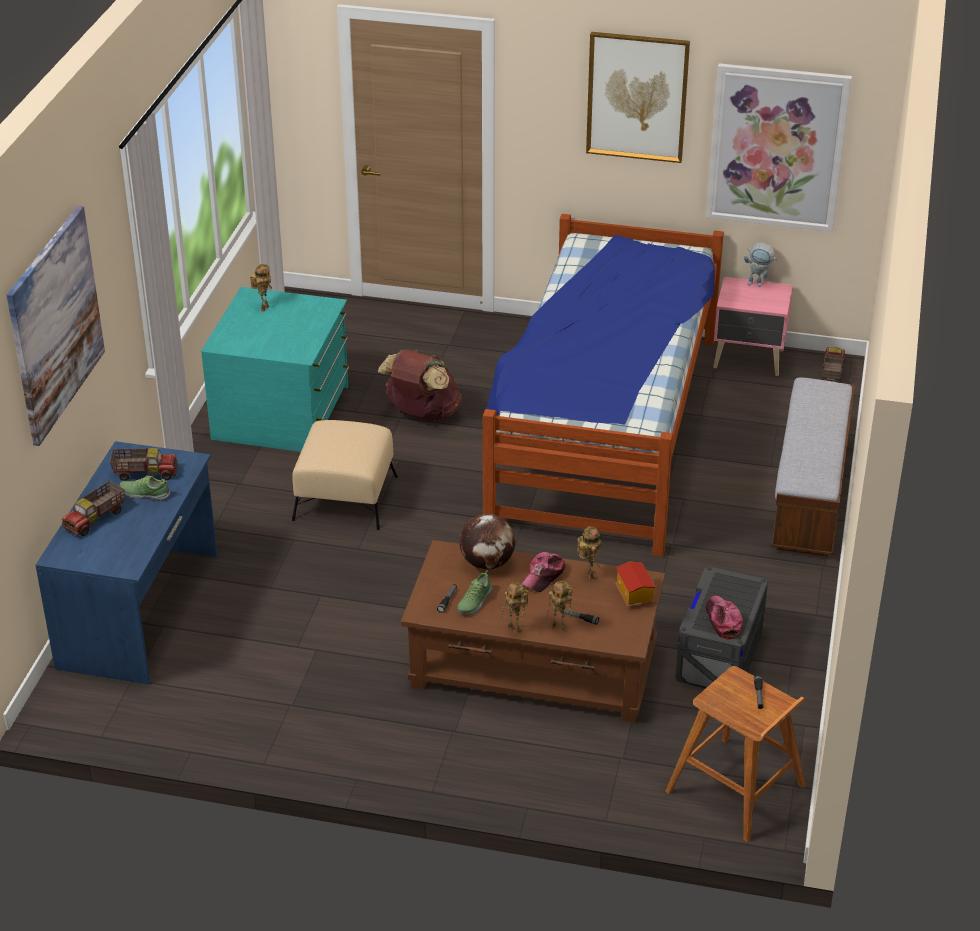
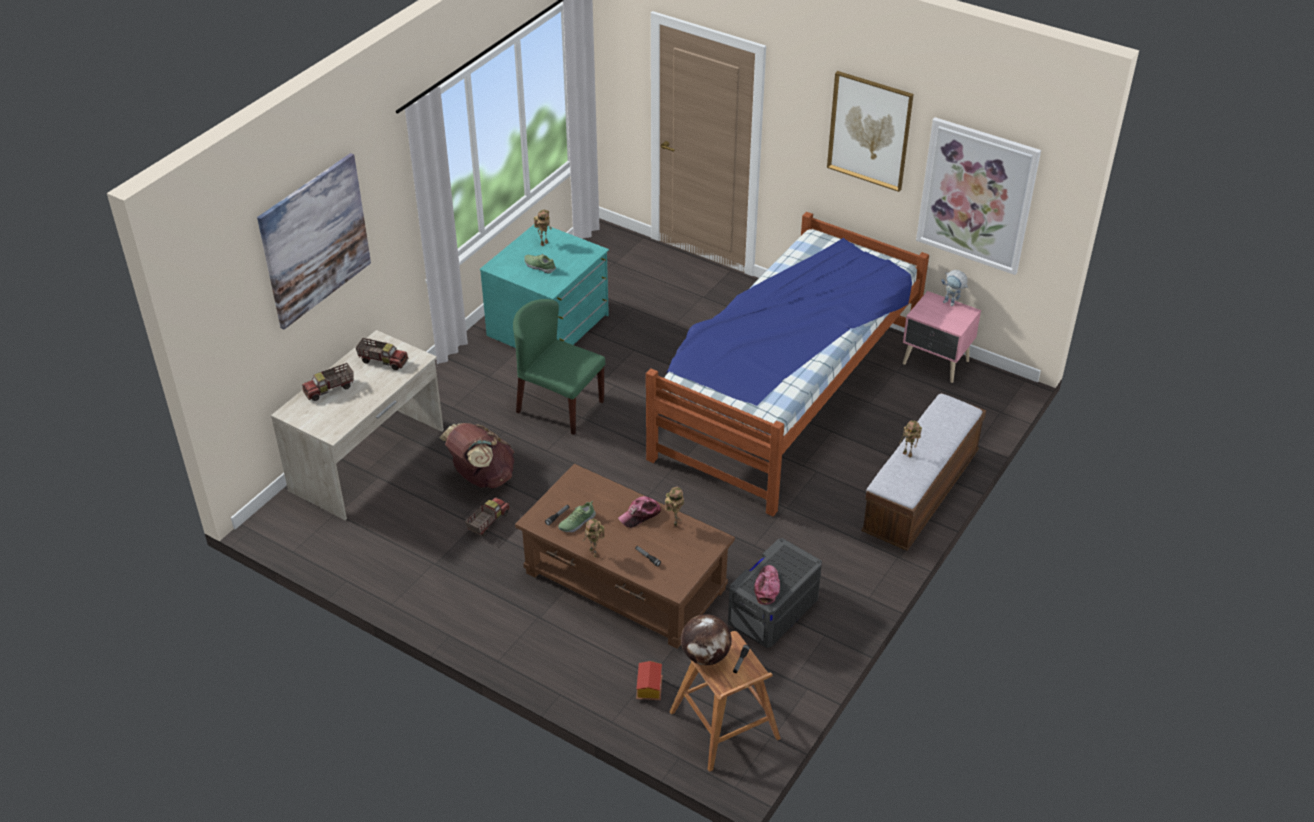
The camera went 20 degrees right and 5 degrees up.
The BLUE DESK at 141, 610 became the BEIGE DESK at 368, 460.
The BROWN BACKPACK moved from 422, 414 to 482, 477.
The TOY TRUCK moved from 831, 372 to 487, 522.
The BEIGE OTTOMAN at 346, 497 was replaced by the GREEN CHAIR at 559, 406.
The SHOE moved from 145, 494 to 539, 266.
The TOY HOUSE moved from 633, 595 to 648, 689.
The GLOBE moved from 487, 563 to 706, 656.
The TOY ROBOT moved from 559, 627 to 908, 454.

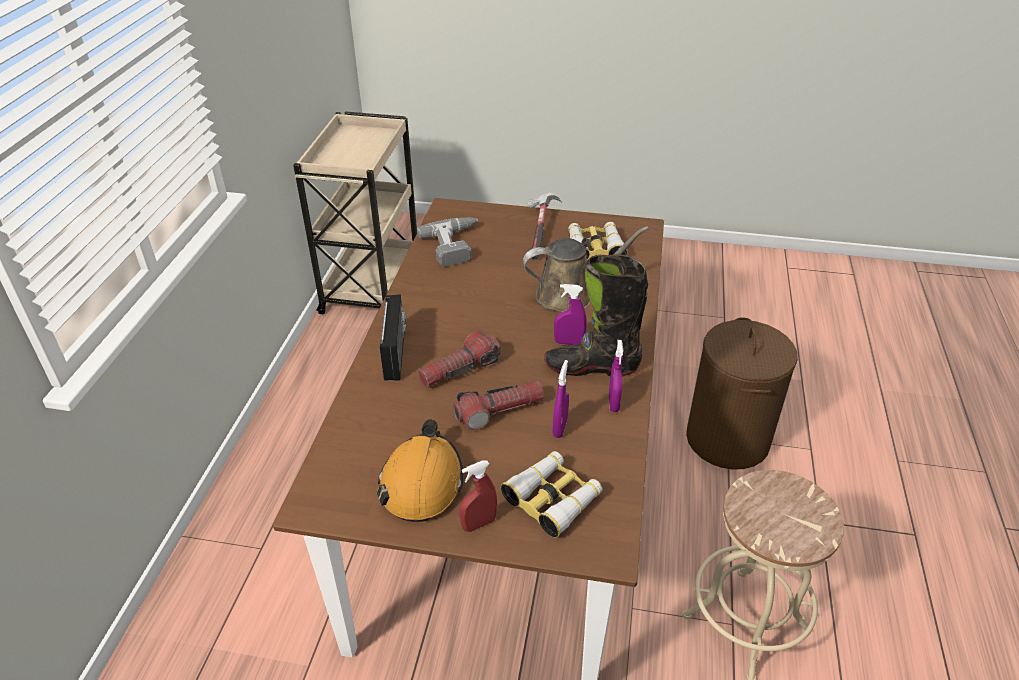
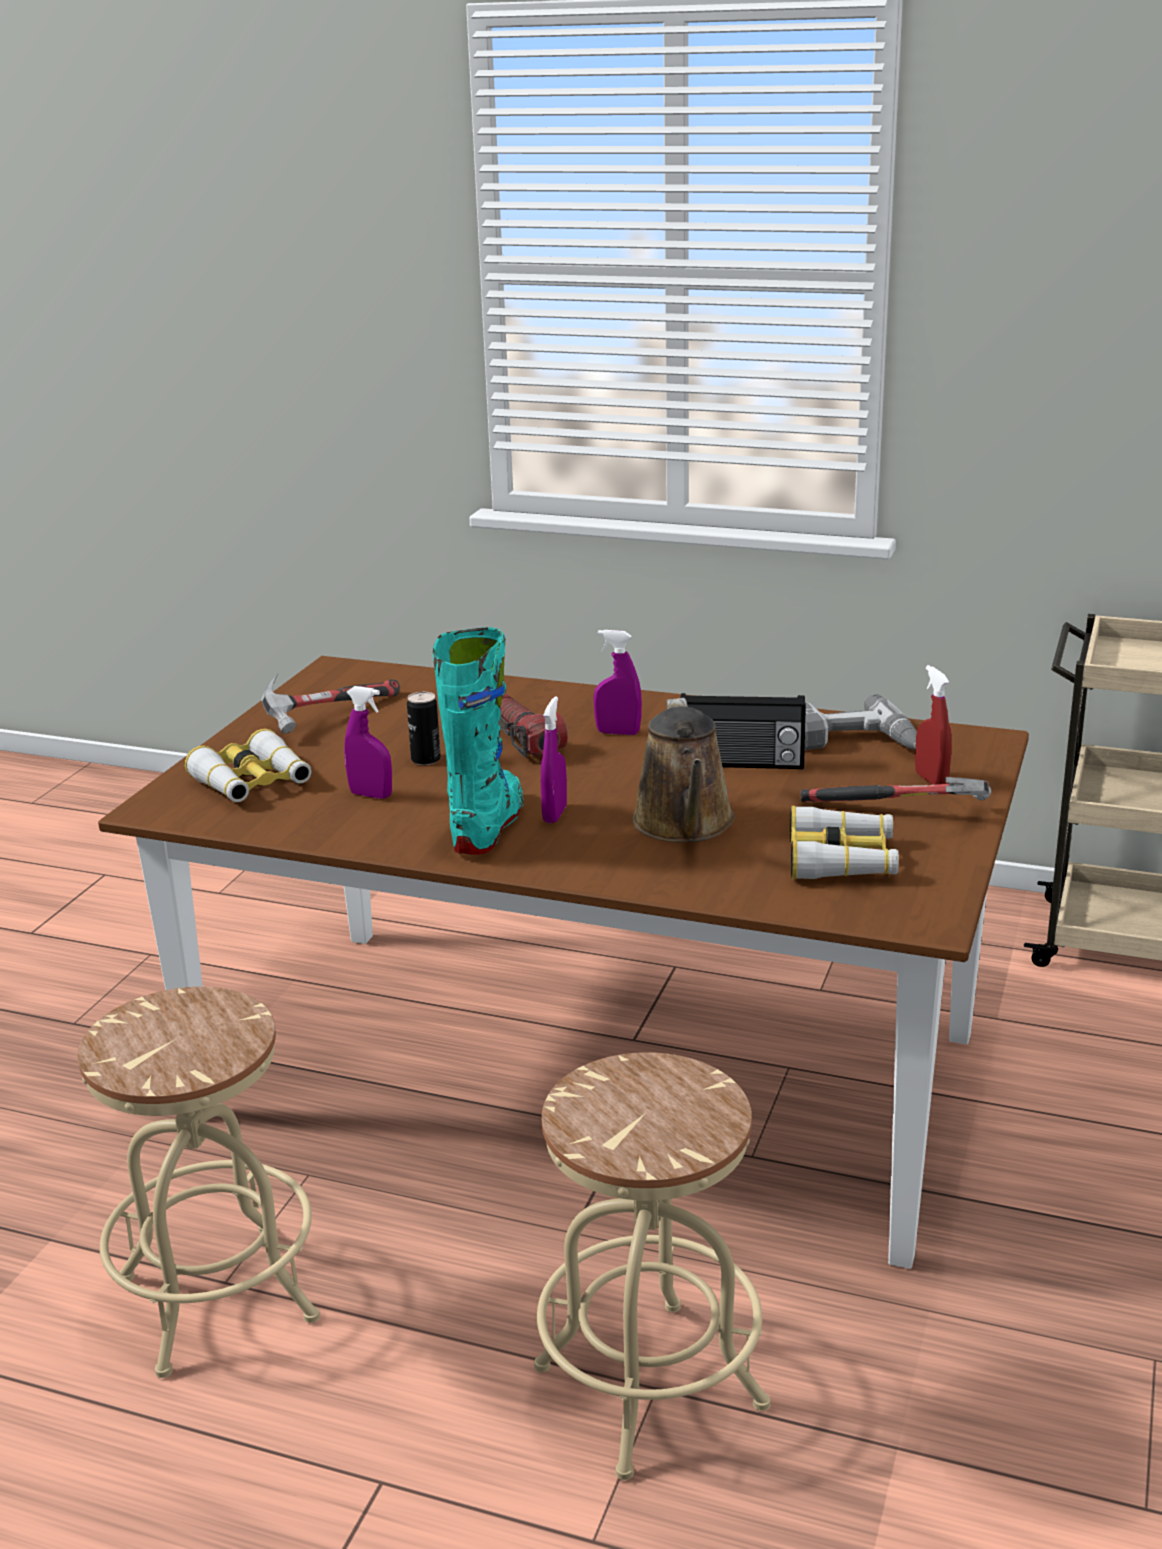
The camera went 100 degrees right and 15 degrees down.
The ORANGE HARD HAT at 421, 482 was replaced by the HAMMER at 329, 716.
The FLASHLIGHT at 499, 411 was replaced by the CAN at 426, 759.
The BLACK BOOT at 591, 367 became the TURQUOISE BOOT at 488, 826.
The BROWN LAUNDRY BASKET at 727, 440 was replaced by the BEIGE STOOL at 650, 1386.
The PURPLE SPRAY BOTTLE moved from 613, 403 to 618, 732.
The RADIO moved from 396, 353 to 741, 763.
The RED SPRAY BOTTLE moved from 478, 524 to 930, 780.

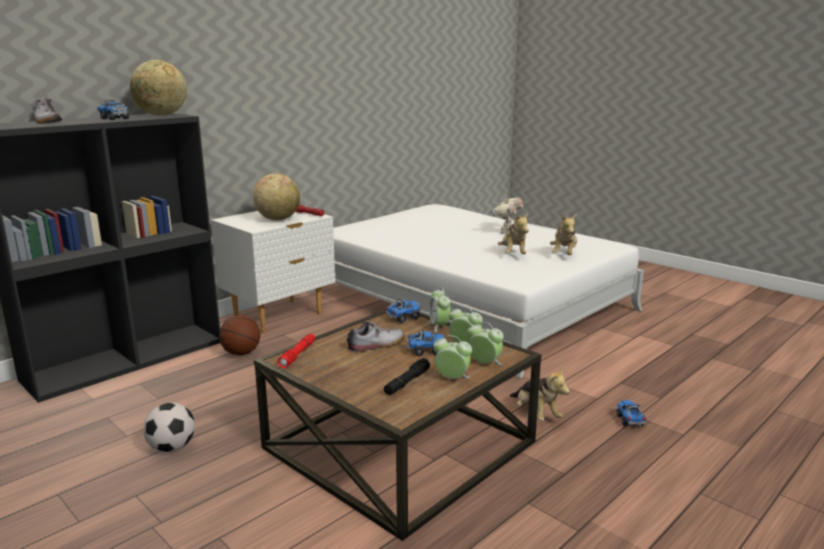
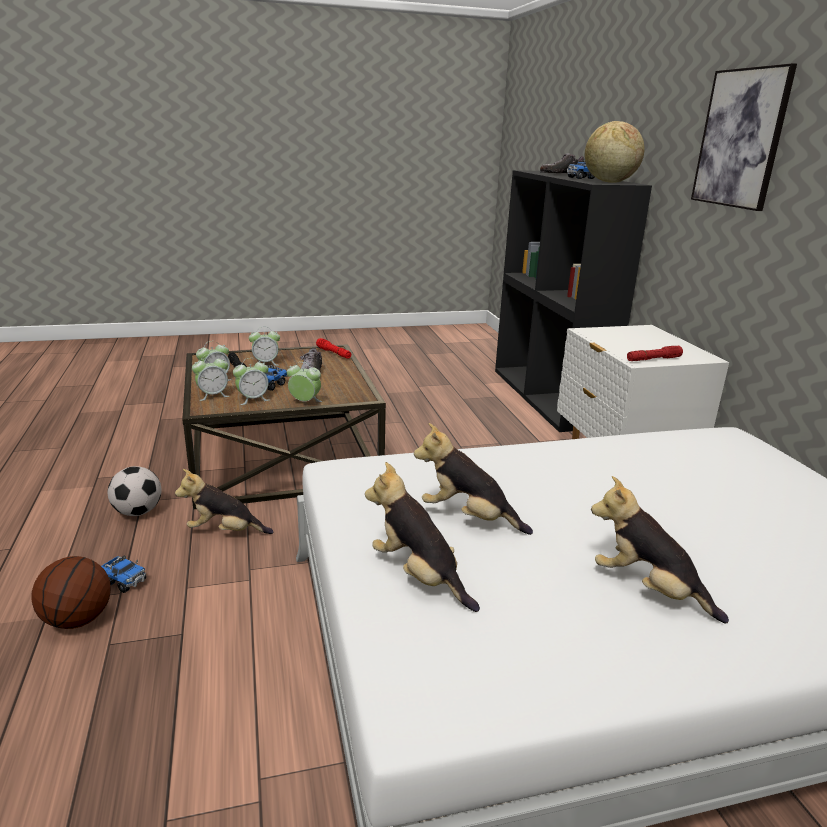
The camera went 120 degrees right and 5 degrees up.
The BASKETBALL moved from 242, 353 to 77, 620.
The FOOTBALL moved from 172, 447 to 138, 512.
The ALARM CLOCK at 266, 363 appeared.
The TOY ROBOT at 506, 232 was replaced by the PLUSH TOY at 648, 589.
The PICTURE at 741, 138 appeared.
The GLOBE at 278, 219 disappeared.
The TOY TRUCK at 403, 318 disappeared.

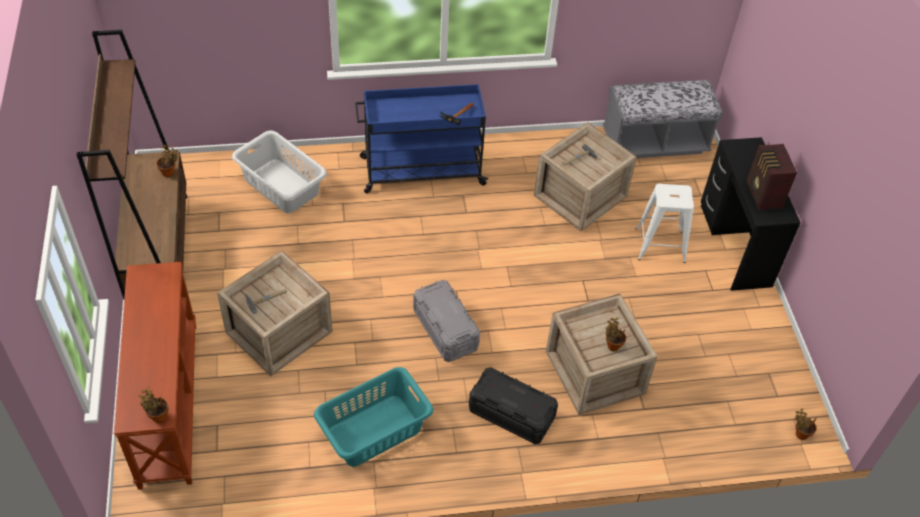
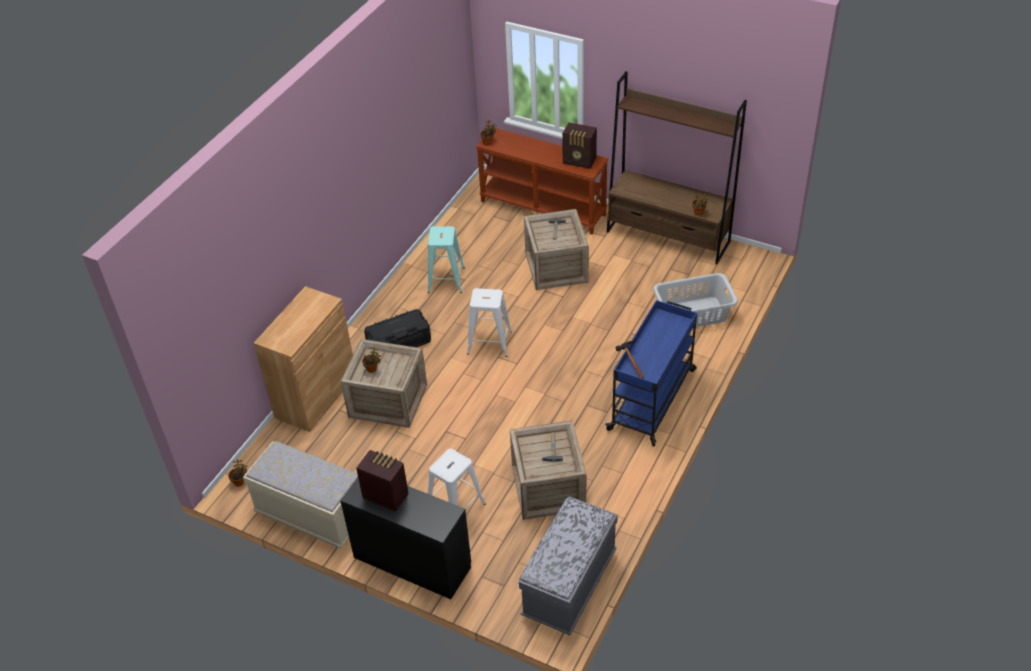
The camera went 130 degrees right and 5 degrees down.
The BEIGE BENCH at 312, 515 appeared.
The BROWN CABINET at 316, 395 appeared.
The TURQUOISE LAUNDRY BASKET at 375, 431 was replaced by the TURQUOISE STOOL at 446, 280.
The GREY STORAGE BOX at 445, 330 was replaced by the WHITE STOOL at 489, 342.
The RADIO at 580, 161 appeared.

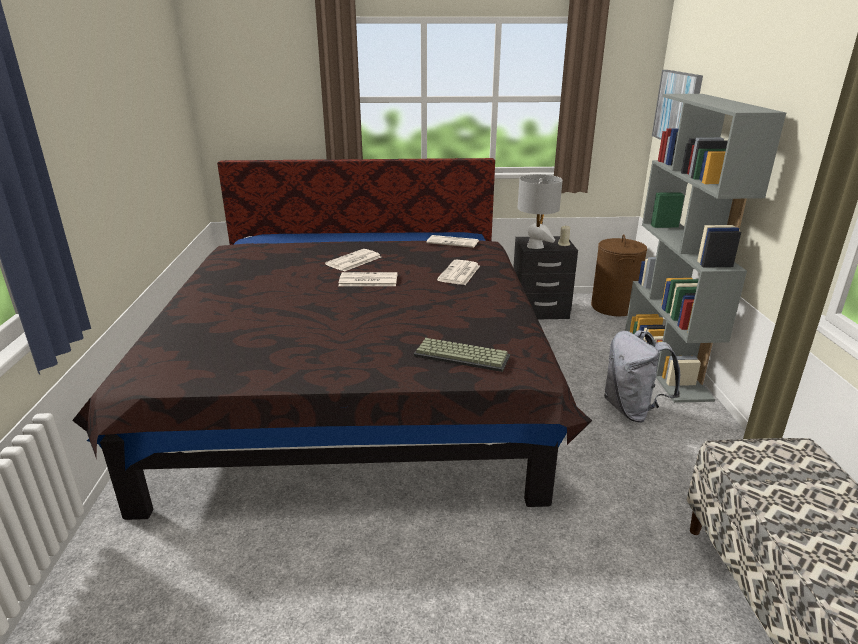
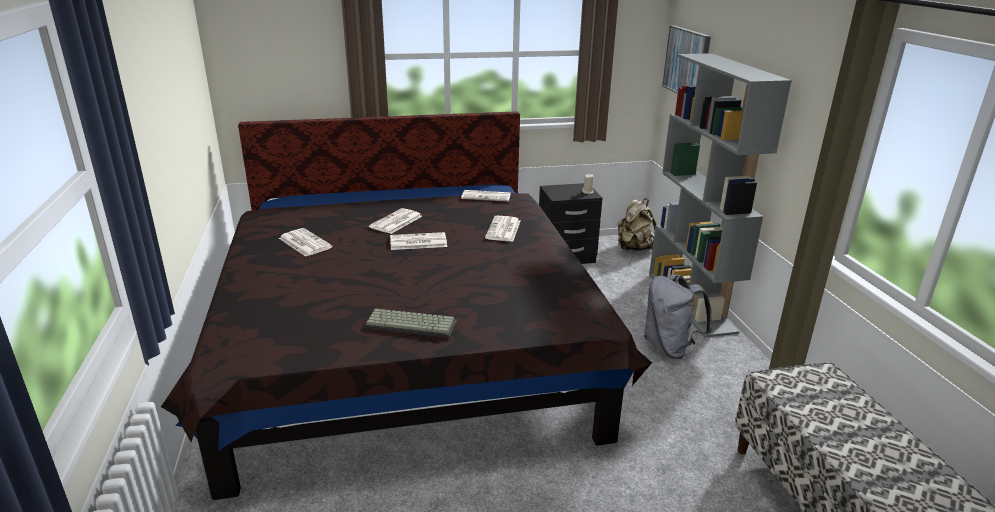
The camera went 10 degrees left and 0 degrees up.
The NEWSPAPER at 304, 243 appeared.
The KEYBOARD moved from 463, 355 to 412, 324.
The BROWN LAUNDRY BASKET at 613, 307 was replaced by the BEIGE BACKPACK at 634, 248.
The GREY TABLE LAMP at 535, 246 disappeared.

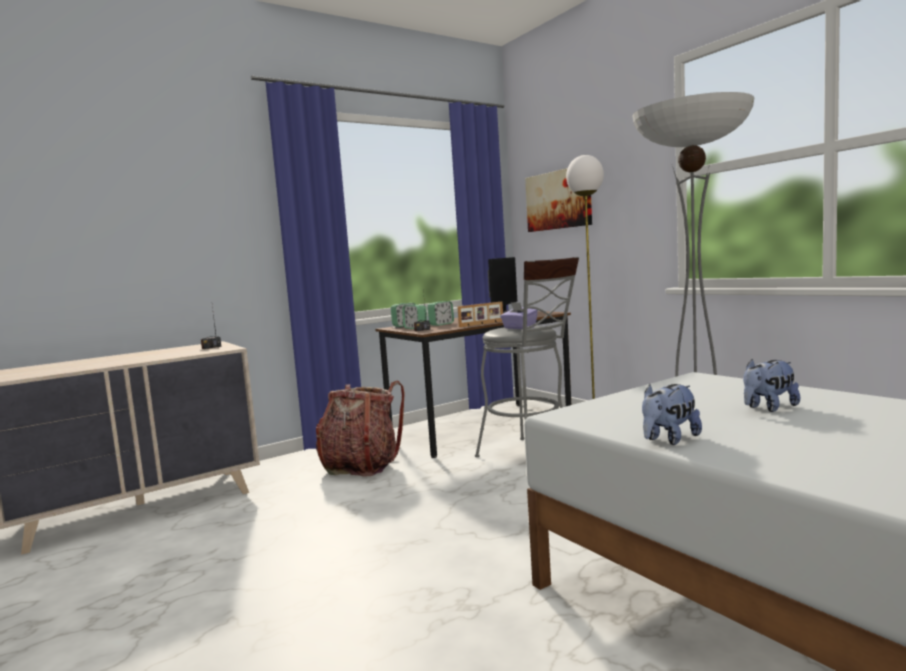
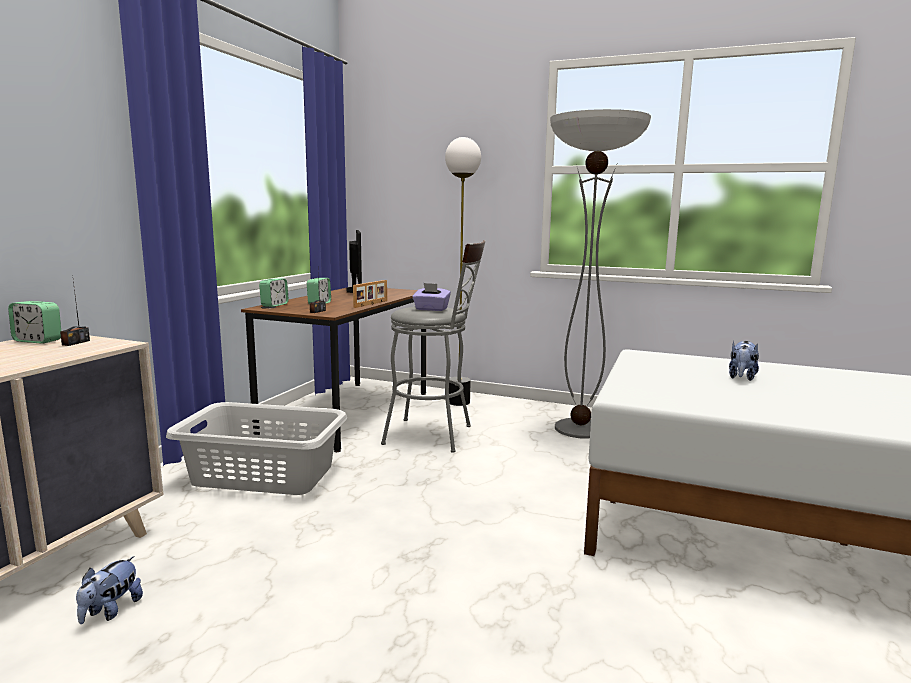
The camera went 35 degrees left and 5 degrees up.
The ALARM CLOCK moved from 415, 328 to 38, 341.
The PLUSH TOY moved from 669, 439 to 111, 611.
The BACKPACK at 361, 466 was replaced by the GREY LAUNDRY BASKET at 263, 474.
The PICTURE at 558, 200 disappeared.

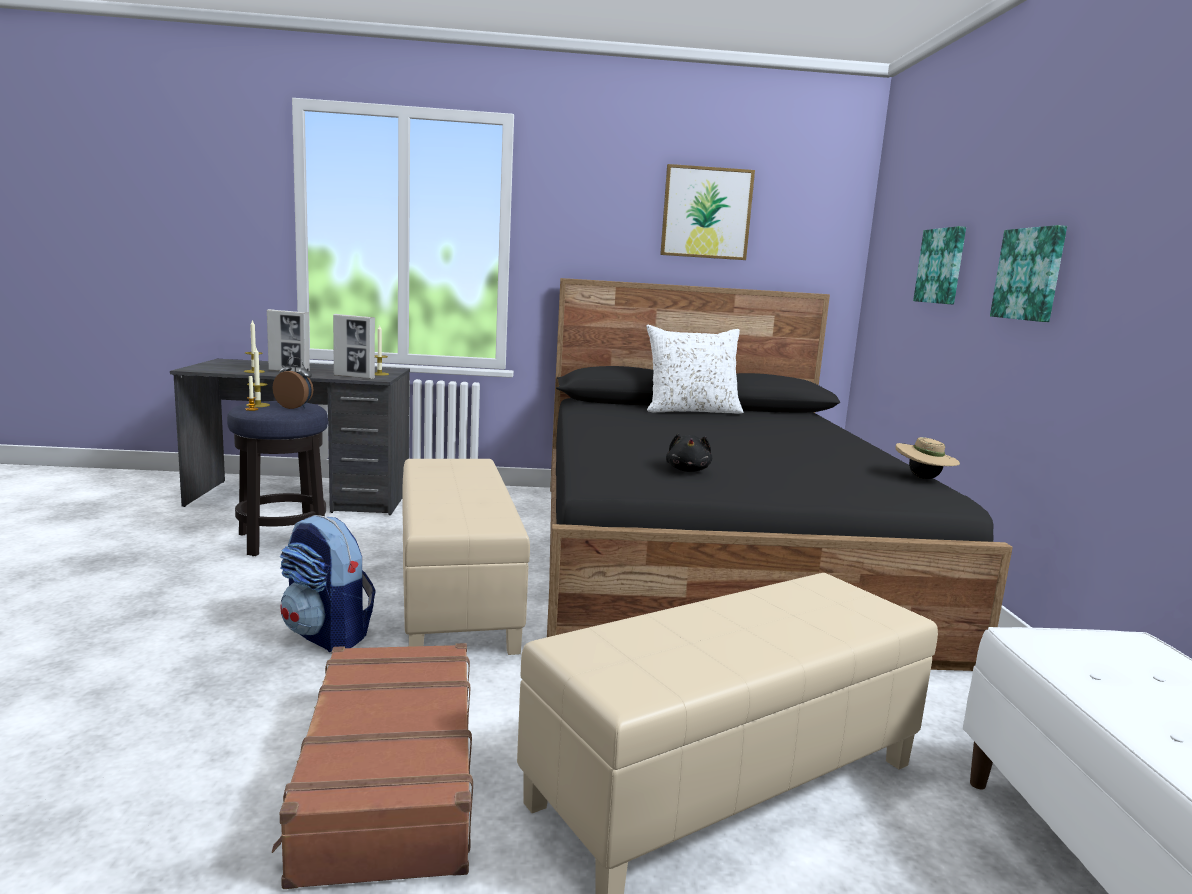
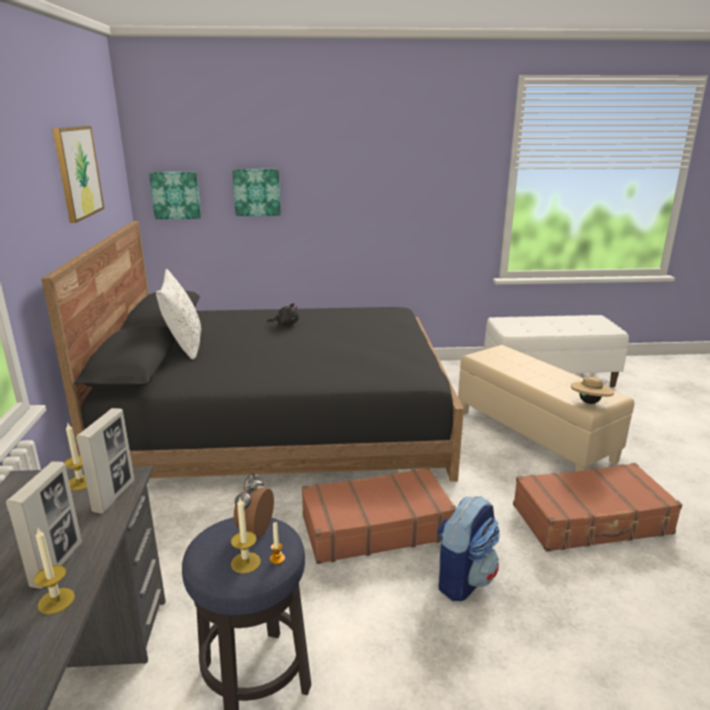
The camera went 90 degrees left and 10 degrees up.
The PICTURE moved from 1030, 274 to 176, 195.
The BLACK PLUSH TOY moved from 688, 470 to 285, 324.
The BEIGE OTTOMAN at 454, 595 was replaced by the BROWN SUITCASE at 375, 526.
The BEIGE HAT moved from 923, 478 to 589, 402.

